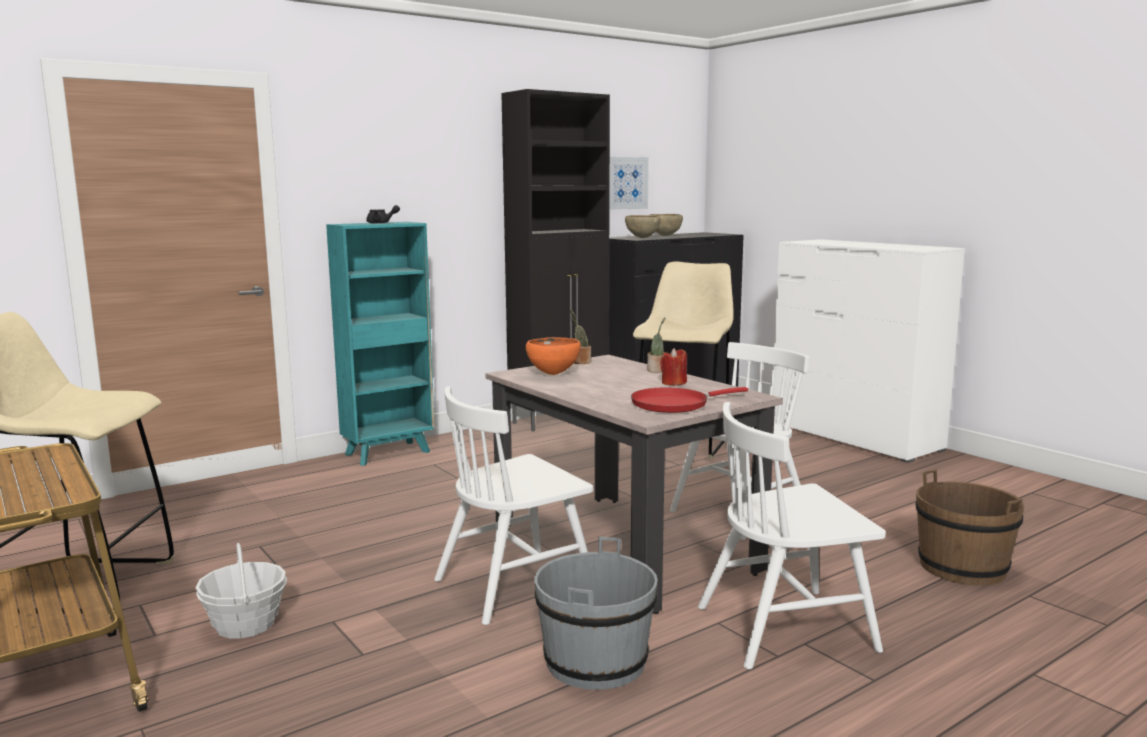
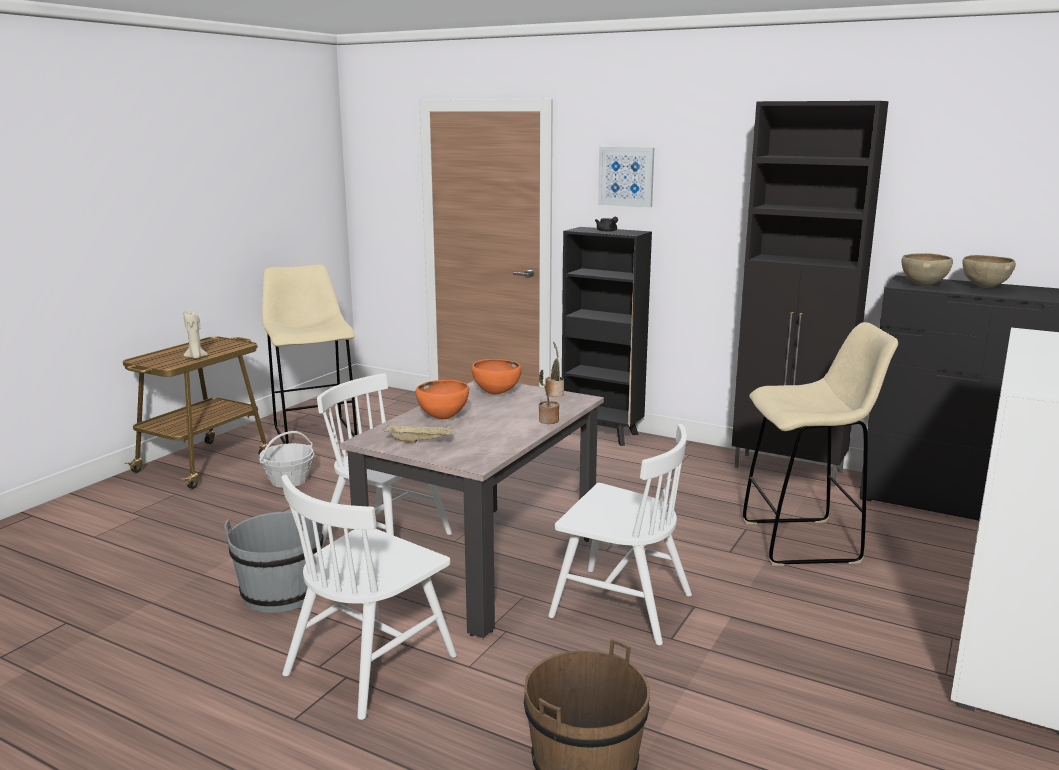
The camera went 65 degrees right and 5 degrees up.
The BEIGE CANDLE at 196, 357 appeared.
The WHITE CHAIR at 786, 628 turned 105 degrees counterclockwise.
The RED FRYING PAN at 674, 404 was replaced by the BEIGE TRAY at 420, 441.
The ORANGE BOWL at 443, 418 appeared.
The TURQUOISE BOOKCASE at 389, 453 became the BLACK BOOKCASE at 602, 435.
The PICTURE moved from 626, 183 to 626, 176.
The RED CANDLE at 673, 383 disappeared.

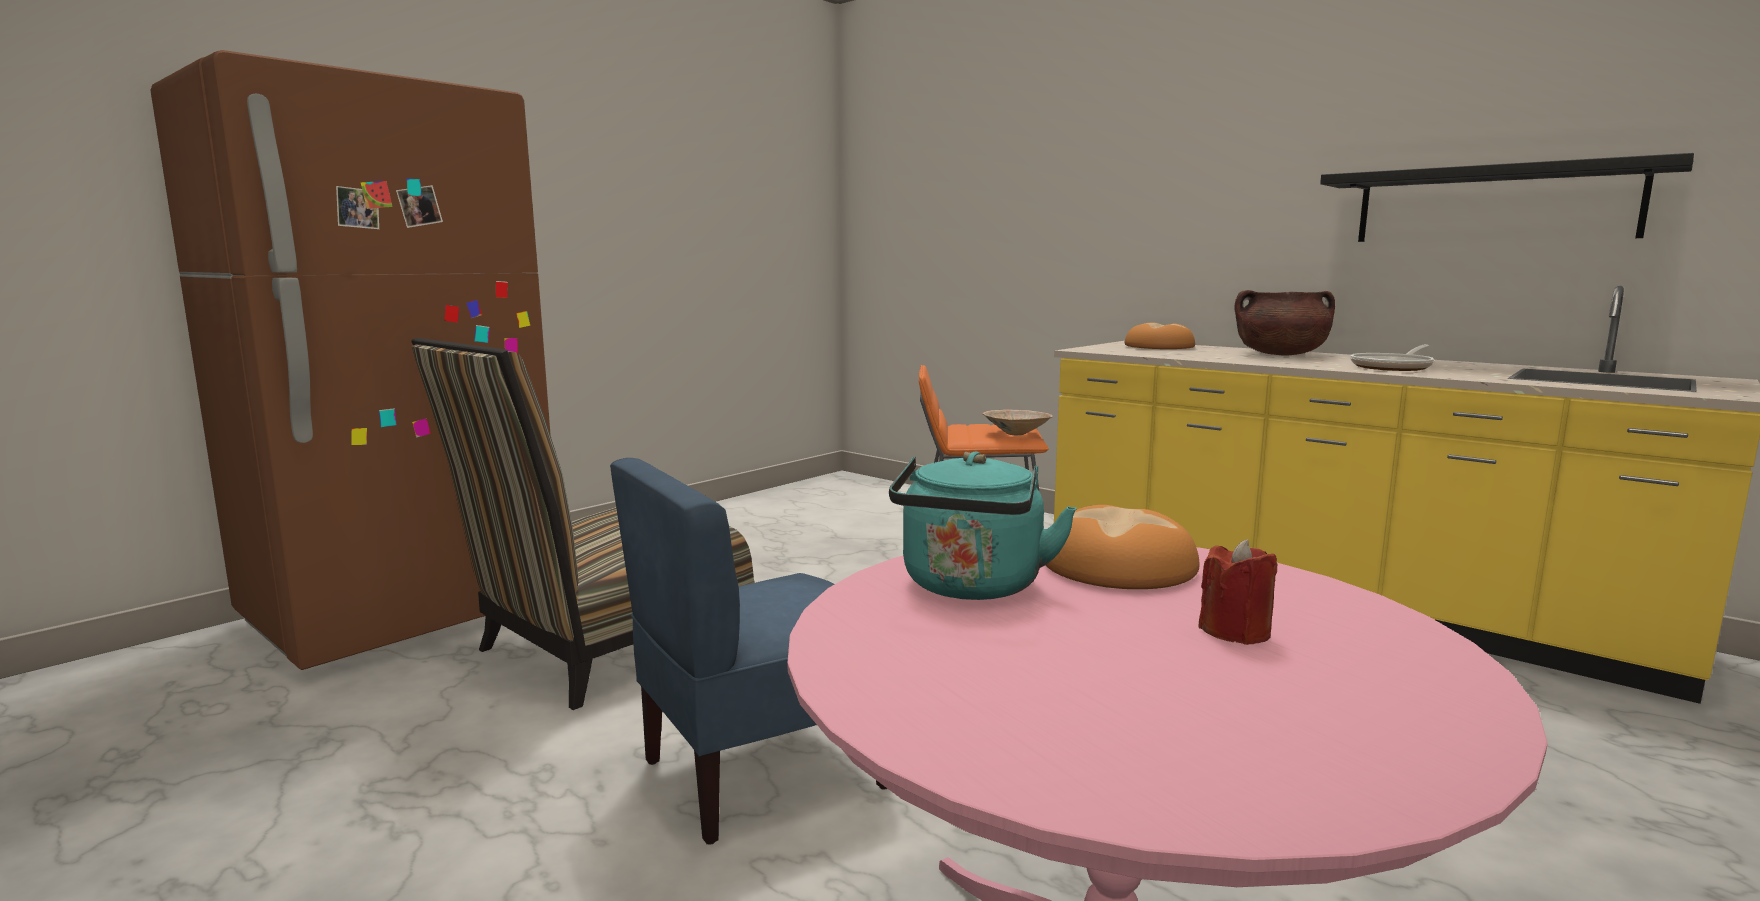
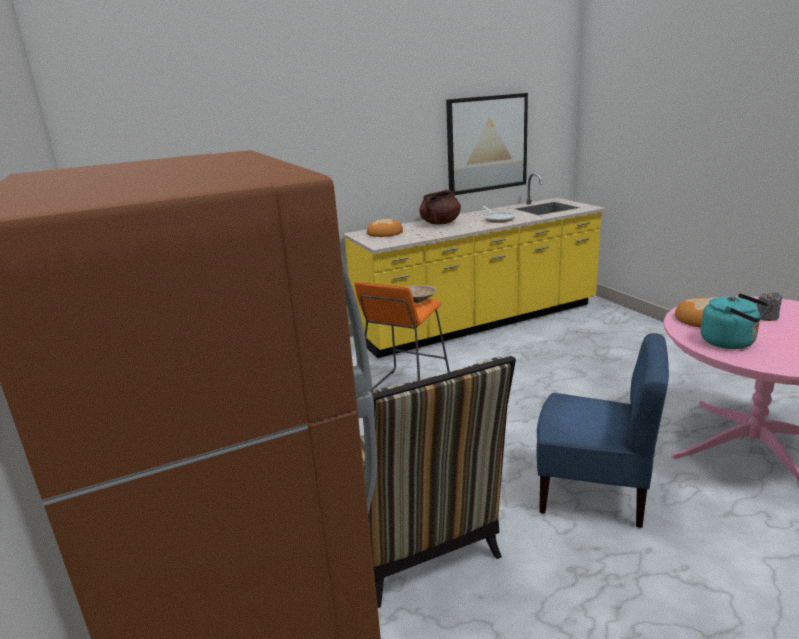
The camera went 65 degrees left and 10 degrees up.
The BLACK SHELF at 1493, 205 was replaced by the PICTURE at 487, 144.
The BLUE CHAIR at 762, 773 turned 60 degrees counterclockwise.
The RED CANDLE at 1235, 632 became the GREY CANDLE at 766, 317.

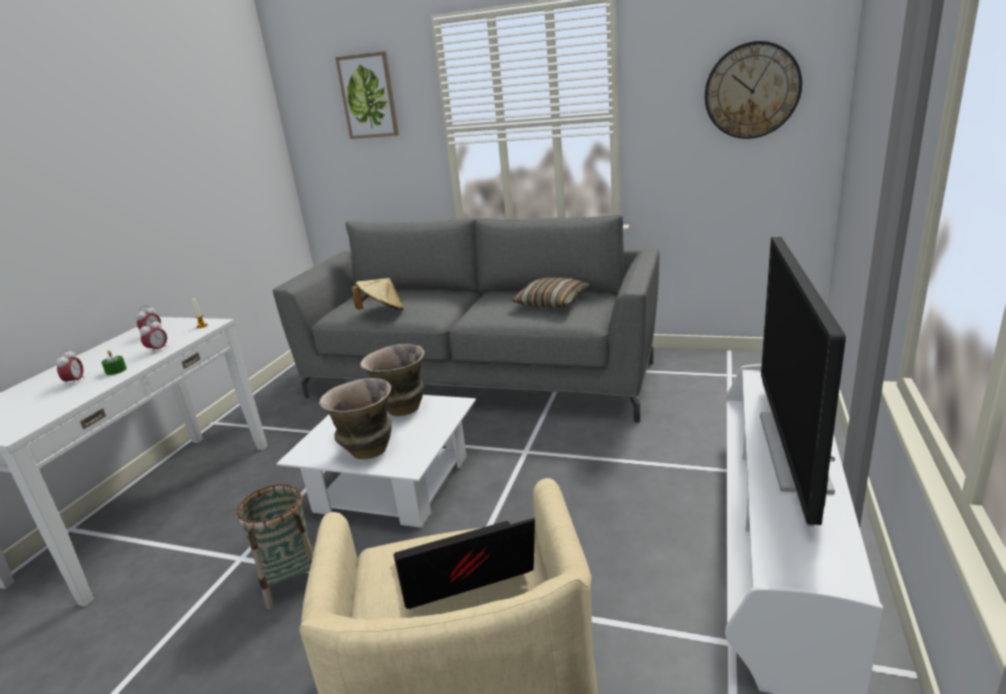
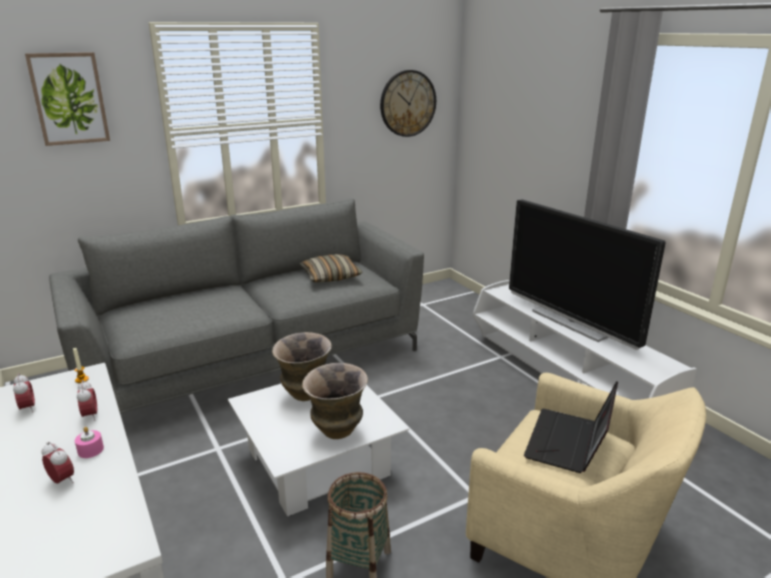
The camera went 50 degrees left and 0 degrees up.
The GREEN CANDLE at 116, 370 became the PINK CANDLE at 90, 450.
The BEIGE HAT at 382, 311 disappeared.

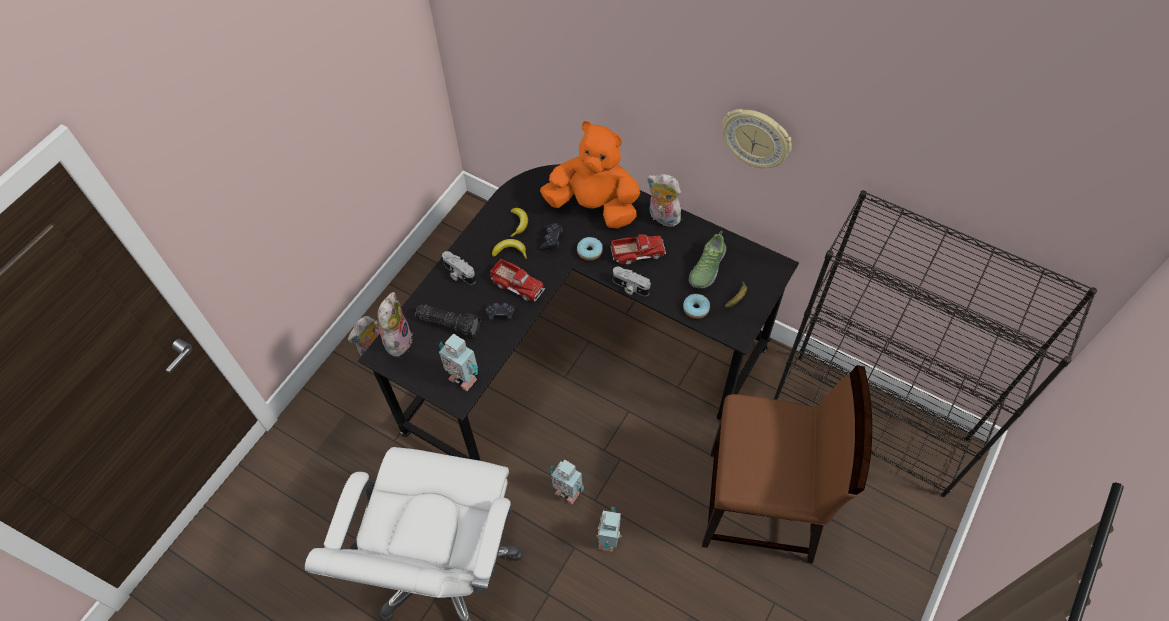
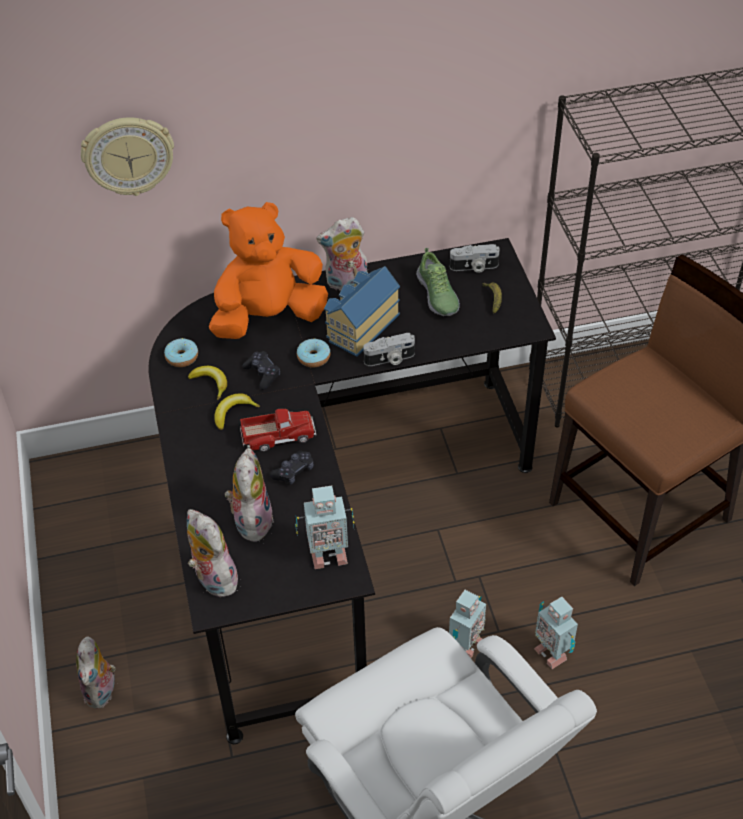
The camera went 45 degrees left and 10 degrees down.
The WALL CLOCK moved from 756, 138 to 128, 155.
The DONUT moved from 696, 309 to 182, 357.
The FLASHLIGHT at 450, 323 was replaced by the PLUSH TOY at 251, 520.
The TOY TRUCK at 638, 252 was replaced by the TOY HOUSE at 360, 326.
The TOY ROBOT at 567, 491 turned 45 degrees counterclockwise.
The PHOTO CAMERA moved from 458, 273 to 474, 267.

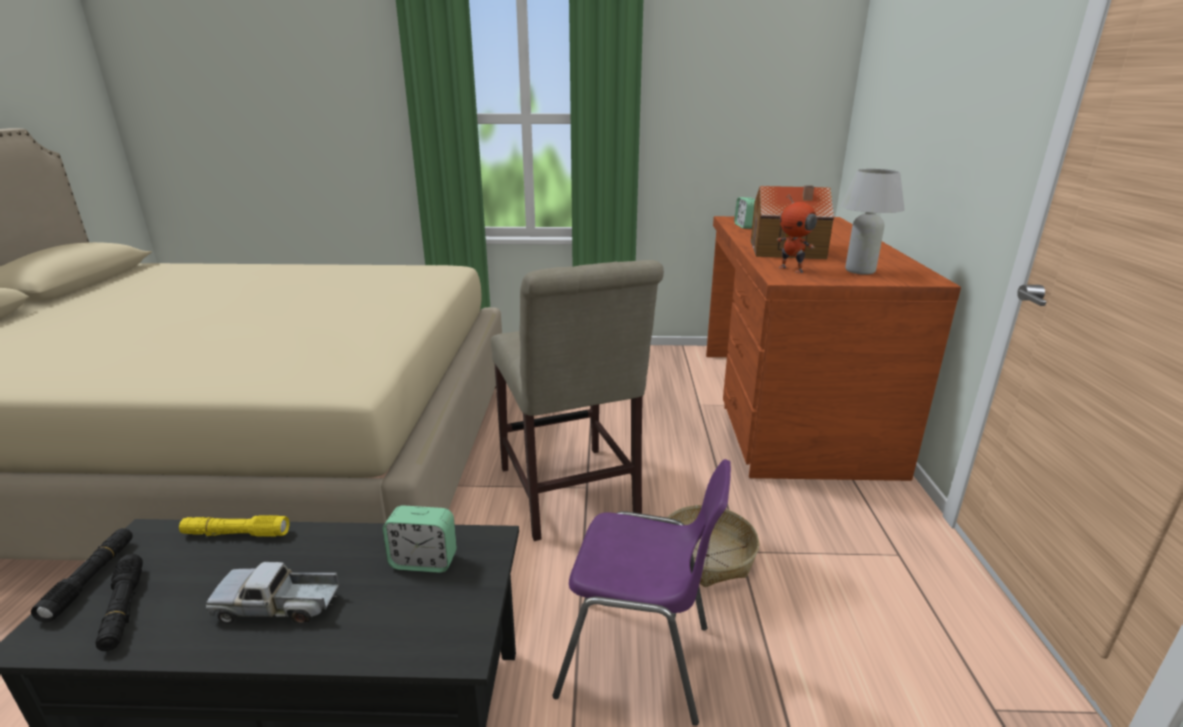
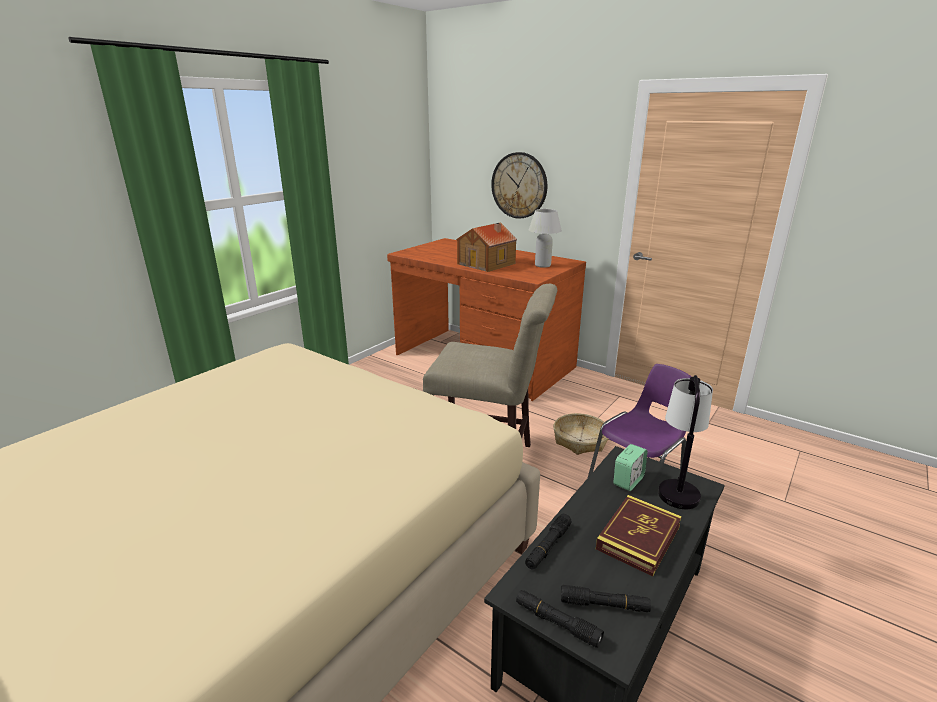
The camera went 55 degrees left and 0 degrees up.
The WALL CLOCK at 519, 185 appeared.
The YELLOW FLASHLIGHT at 236, 534 became the BLACK FLASHLIGHT at 548, 546.
The TOY TRUCK at 279, 605 was replaced by the BOOK at 638, 537.
The TABLE LAMP at 676, 484 appeared.
The ALARM CLOCK at 745, 226 disappeared.
The TOY ROBOT at 791, 269 disappeared.

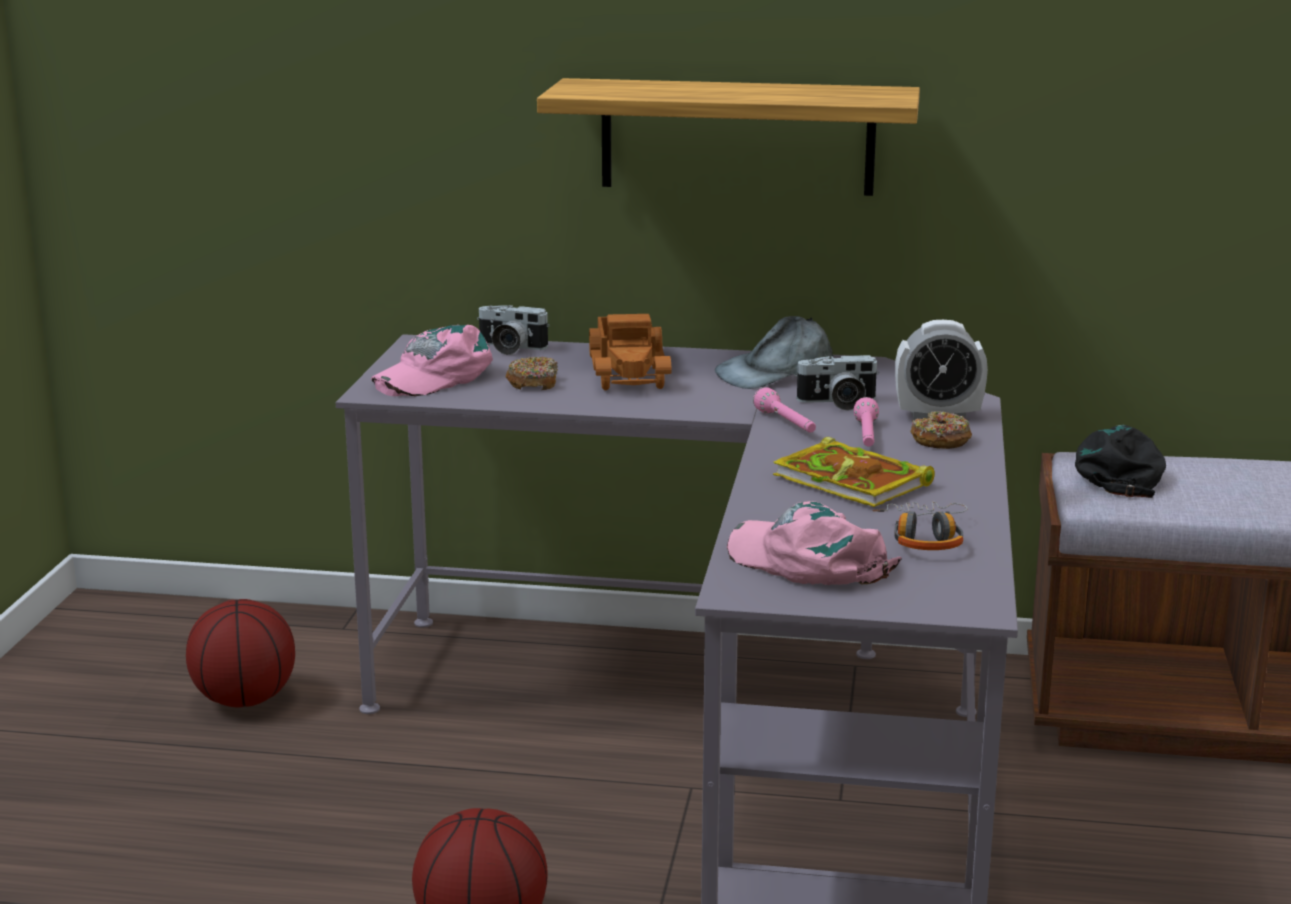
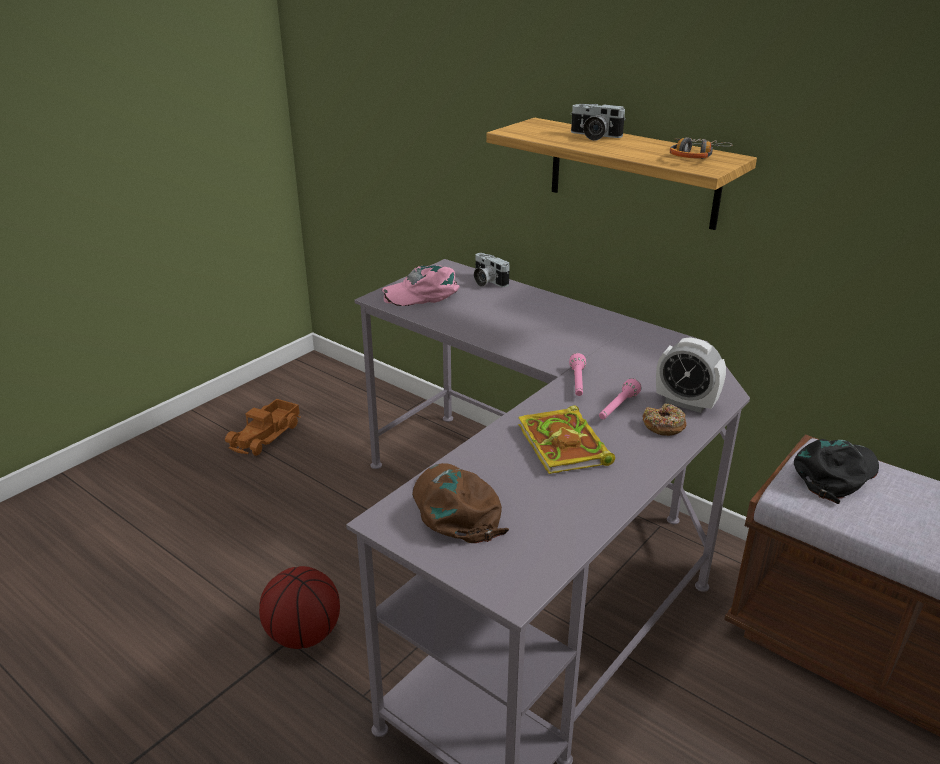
The camera went 30 degrees right and 10 degrees up.
The TOY TRUCK moved from 631, 370 to 266, 435.
The PINK CAP at 809, 562 became the BROWN CAP at 456, 508.
The PHOTO CAMERA moved from 837, 403 to 594, 136.
The HEADPHONES moved from 924, 537 to 695, 156.
The BASKETBALL at 245, 699 disappeared.
The DONUT at 533, 383 disappeared.
The GREY CAP at 775, 373 disappeared.

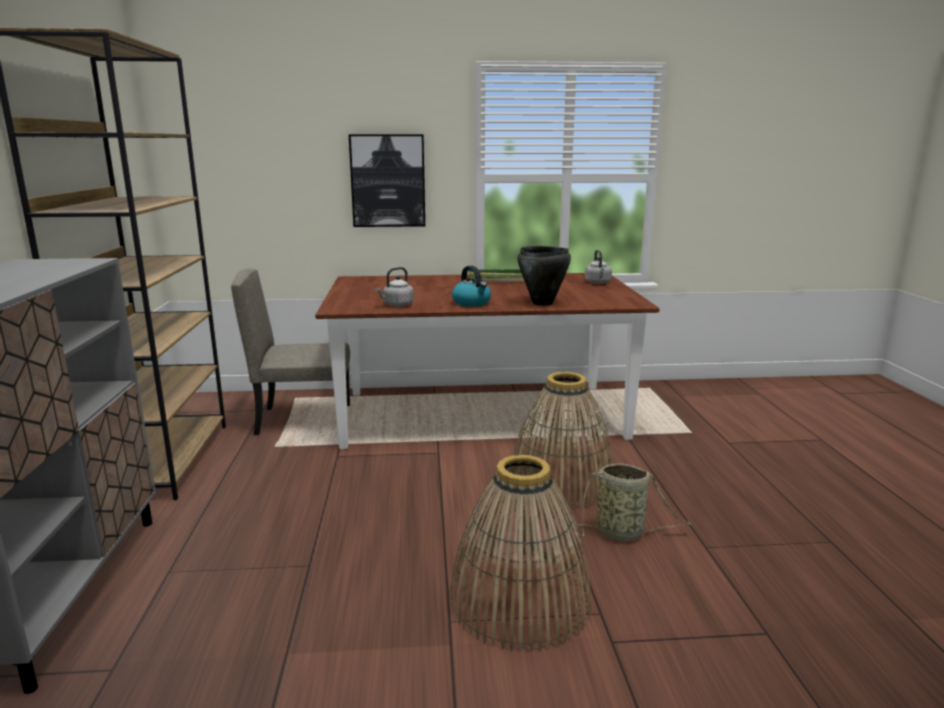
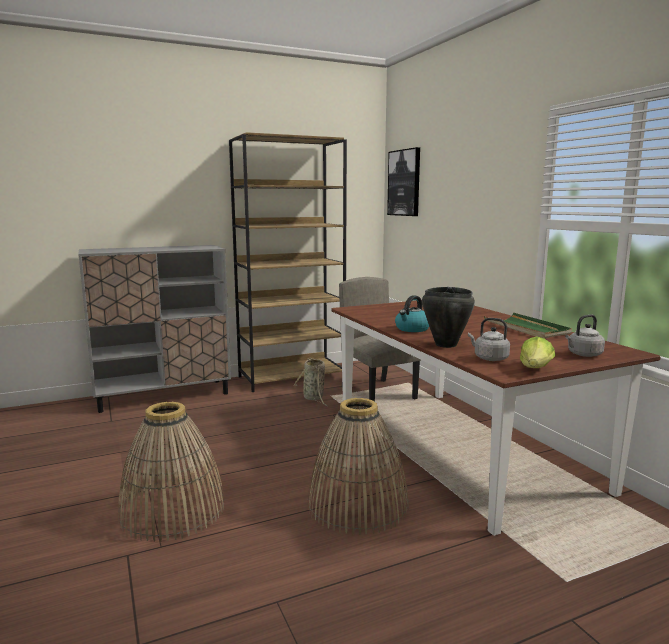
The camera went 70 degrees right and 5 degrees down.
The BASKET moved from 623, 533 to 314, 398.
The PICTURE moved from 388, 181 to 404, 183.
The GREY KETTLE moved from 397, 305 to 489, 358.
The LETTUCE at 535, 369 appeared.

